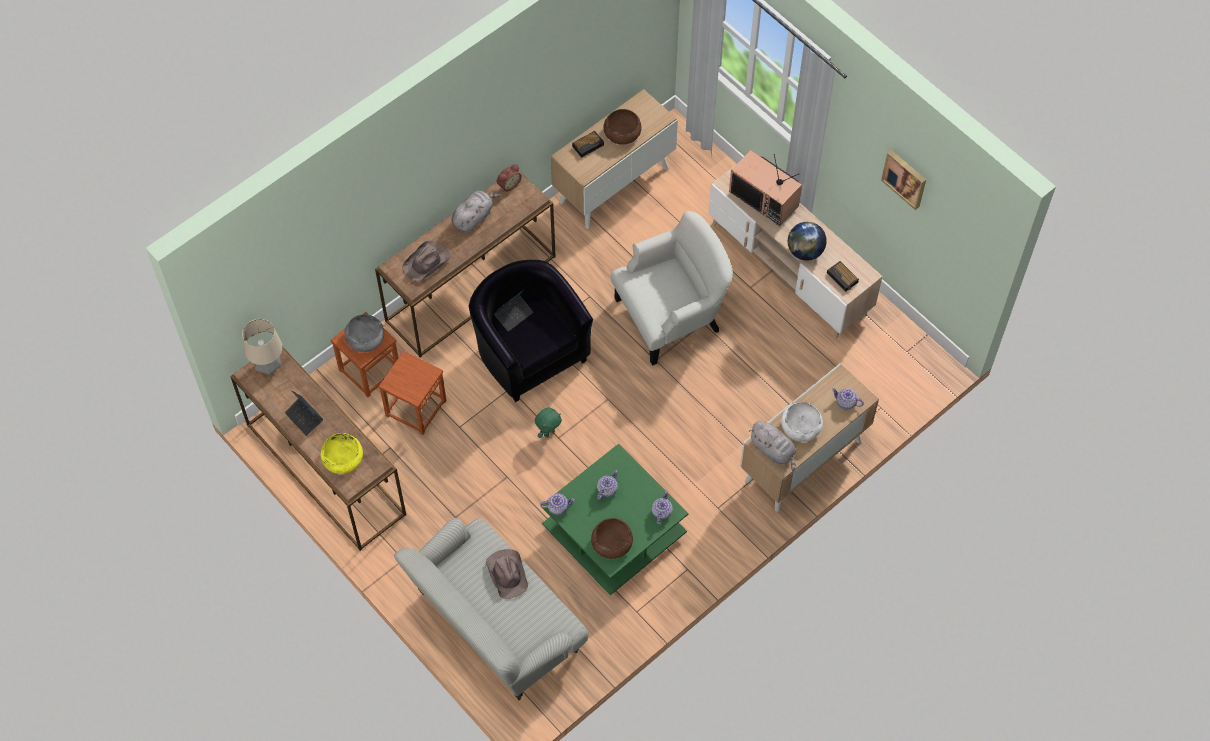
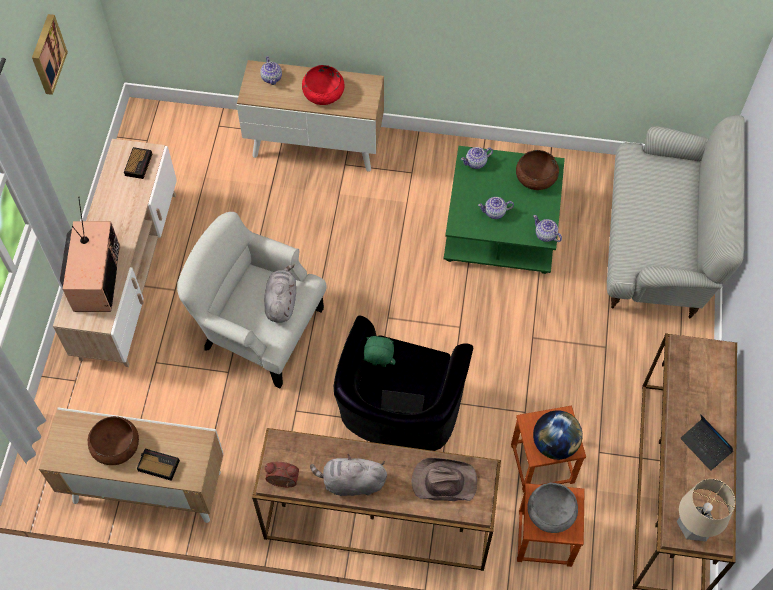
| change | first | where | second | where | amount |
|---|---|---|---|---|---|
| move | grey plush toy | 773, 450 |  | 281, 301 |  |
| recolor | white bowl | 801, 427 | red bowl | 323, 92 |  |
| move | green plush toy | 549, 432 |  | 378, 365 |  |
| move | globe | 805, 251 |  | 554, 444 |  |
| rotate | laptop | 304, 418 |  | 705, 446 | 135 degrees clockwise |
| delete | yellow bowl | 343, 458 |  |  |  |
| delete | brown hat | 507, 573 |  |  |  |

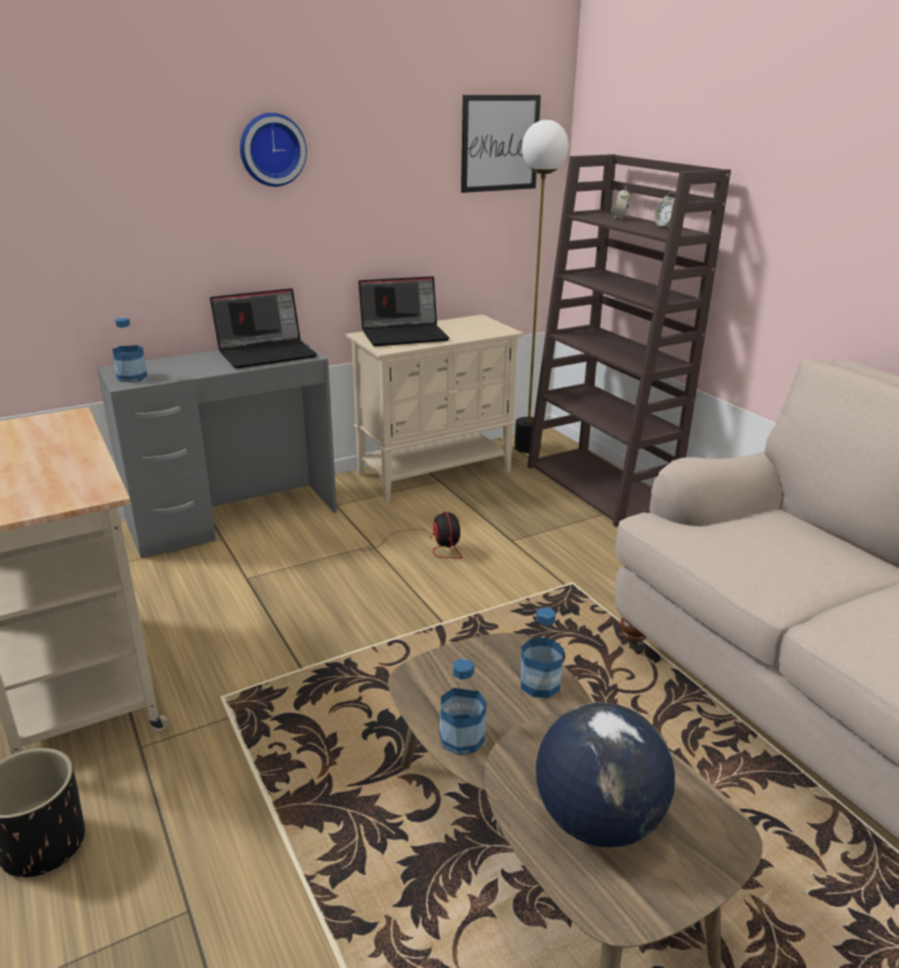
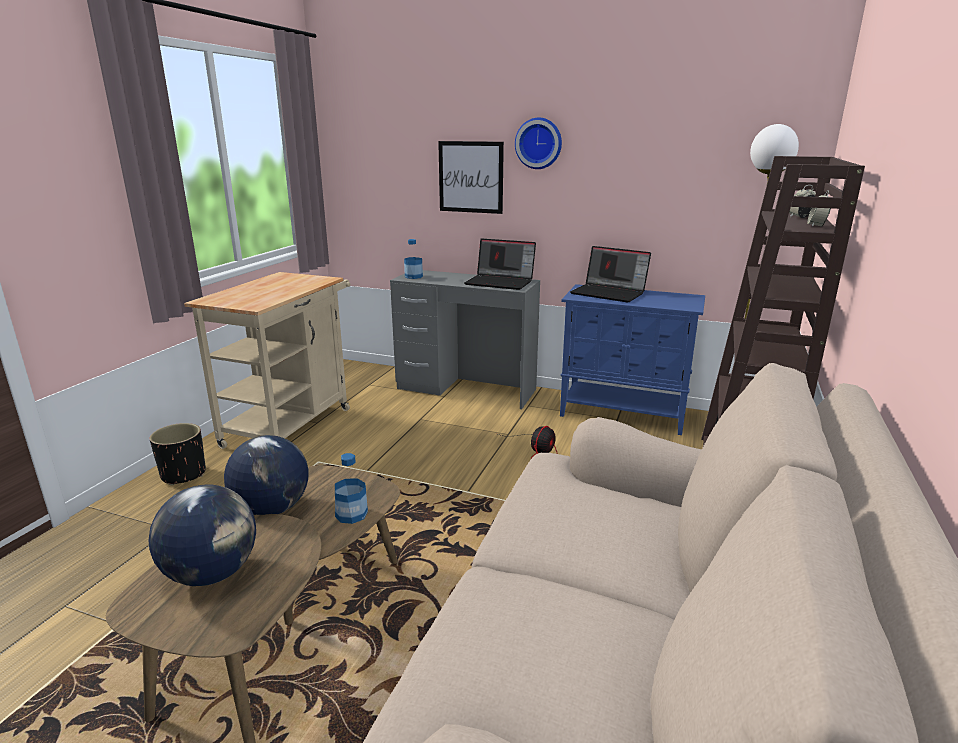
| change | first | where | second | where | amount |
|---|---|---|---|---|---|
| replace | bottle | 461, 738 | globe | 271, 509 |  |
| move | picture | 500, 143 |  | 471, 177 |  |
| recolor | beige cabinet | 435, 472 | blue cabinet | 624, 414 |  |

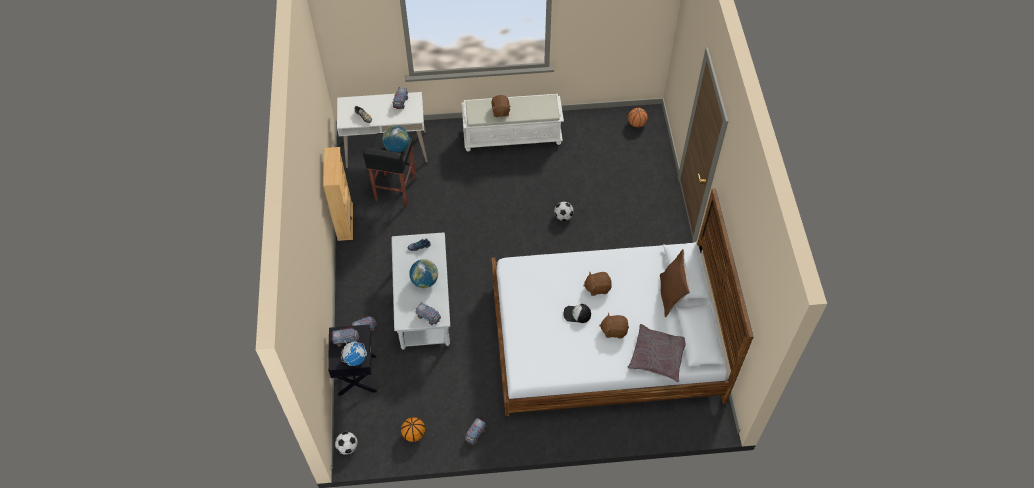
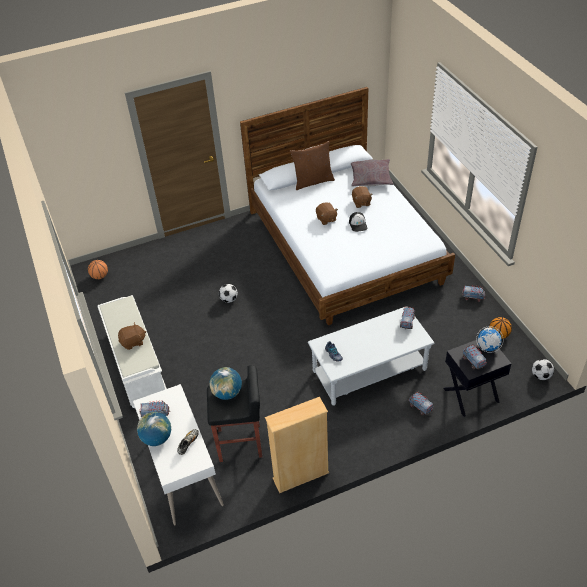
| change | first | where | second | where | amount |
|---|---|---|---|---|---|
| move | globe | 424, 281 |  | 157, 438 |  |

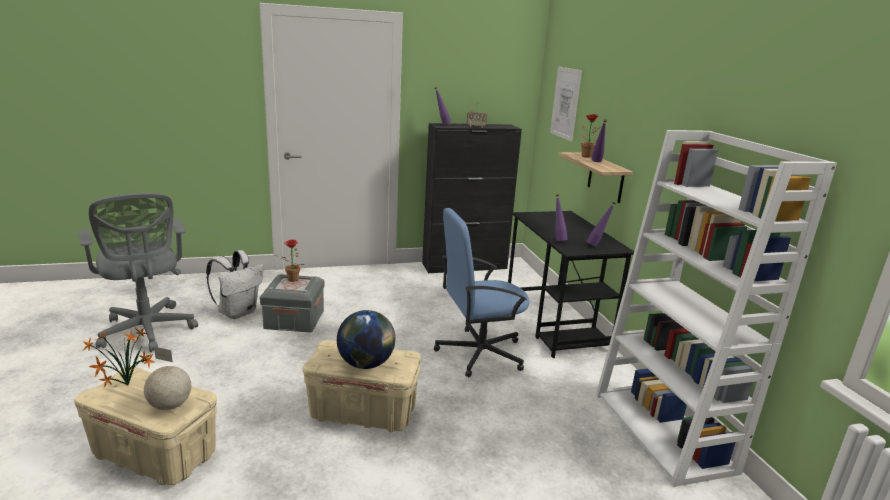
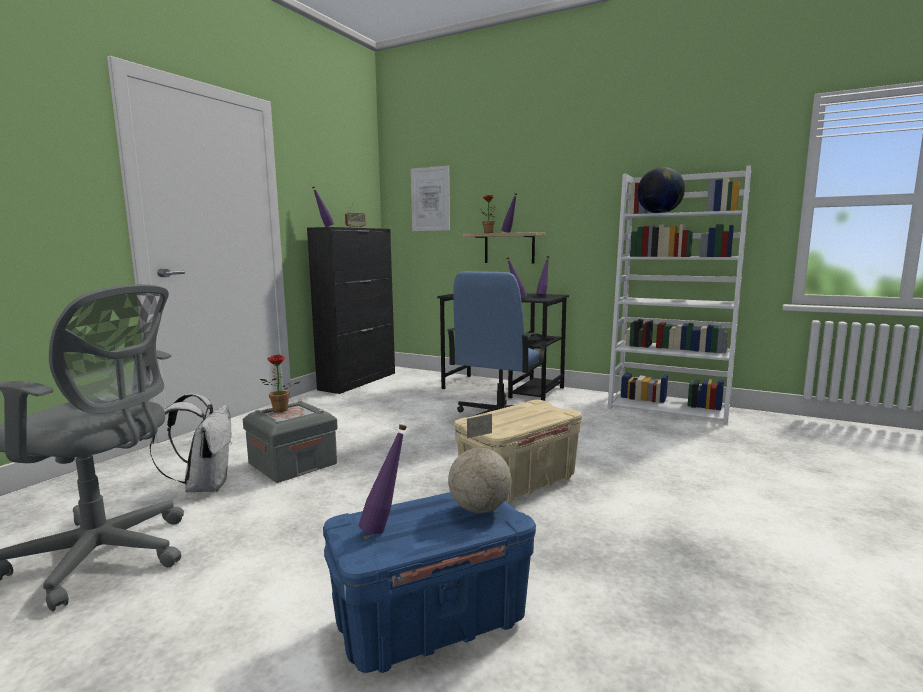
| change | first | where | second | where | amount |
|---|---|---|---|---|---|
| recolor | beige storage box | 156, 454 | blue storage box | 432, 621 |  |
| replace | potted plant | 125, 386 | purple bottle | 385, 528 |  |
| move | globe | 366, 364 |  | 659, 213 |  |

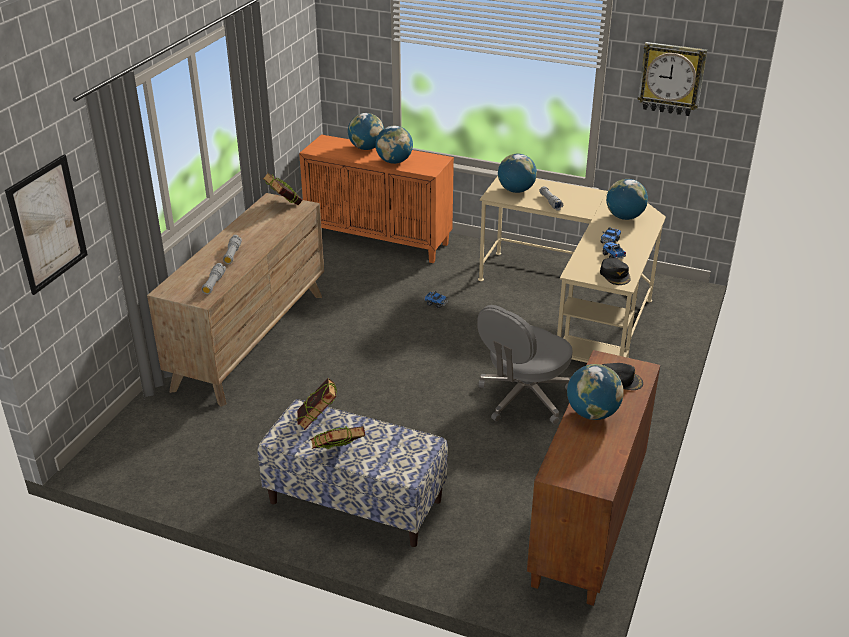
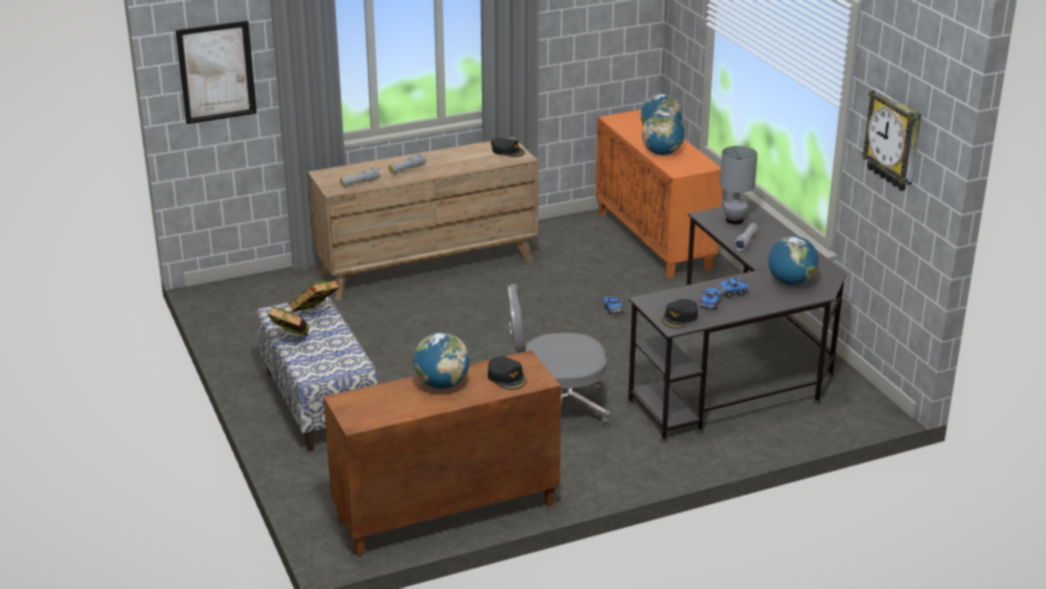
| change | first | where | second | where | amount |
|---|---|---|---|---|---|
| replace | book | 284, 205 | black cap | 507, 151 |  |
| recolor | beige desk | 577, 304 | black desk | 739, 370 |  |
| replace | globe | 516, 190 | grey table lamp | 734, 220 |  |

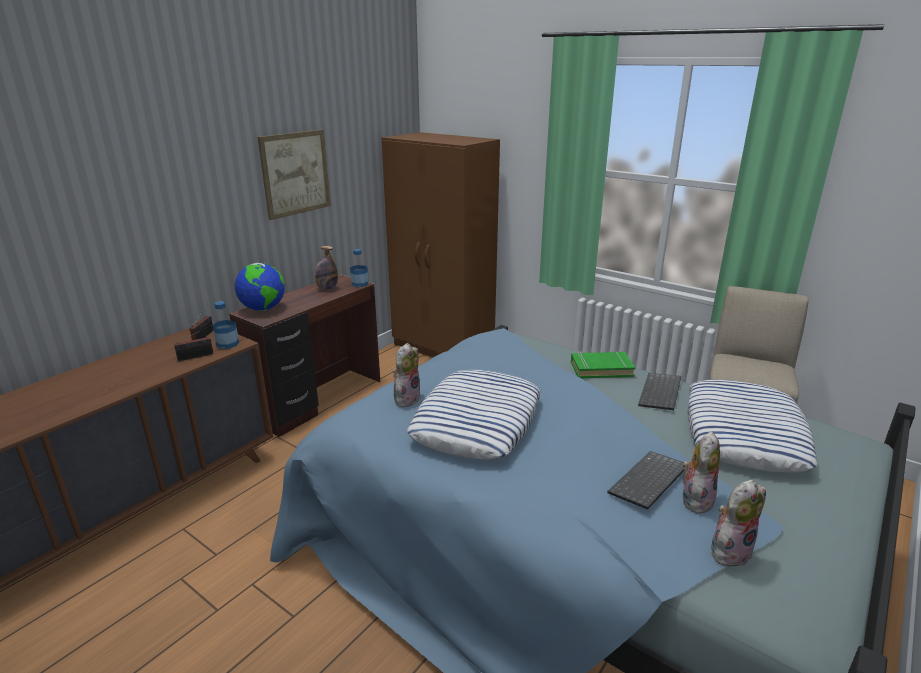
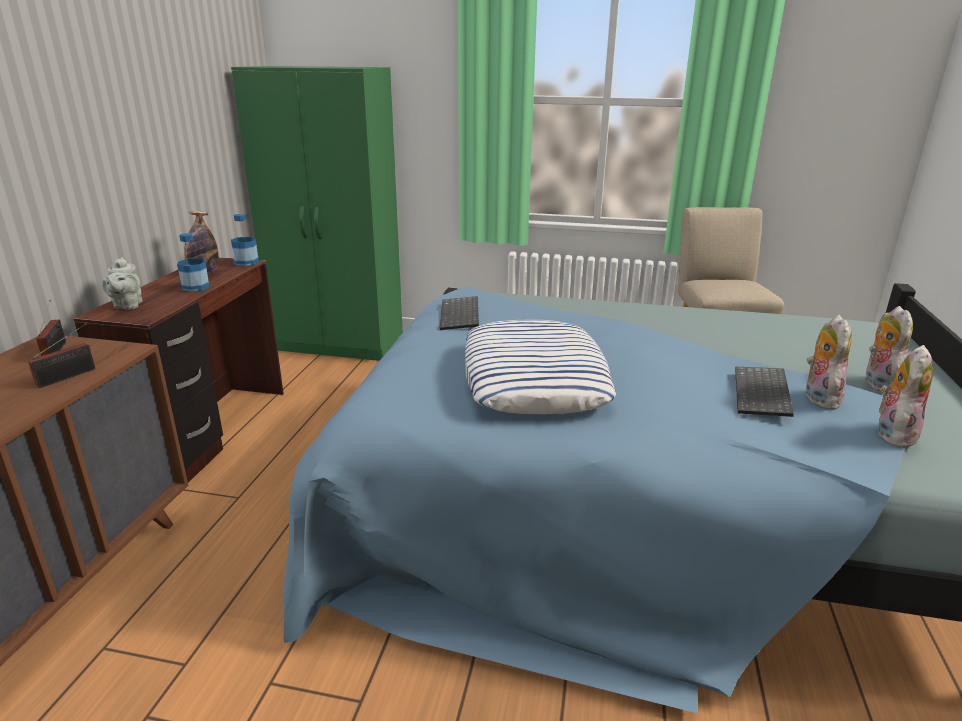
| change | first | where | second | where | amount |
|---|---|---|---|---|---|
| replace | globe | 263, 309 | grey teapot | 127, 306 |  |
| move | bottle | 227, 344 |  | 195, 287 |  |
| recolor | brown wardrobe | 443, 348 | green wardrobe | 339, 344 |  |
| move | keyboard | 661, 393 |  | 461, 315 |  |
| move | plush toy | 406, 398 |  | 877, 384 |  |
| delete | picture | 295, 173 |  |  |  |
| delete | green book | 601, 369 |  |  |  |
| delete | pillow | 743, 433 |  |  |  |

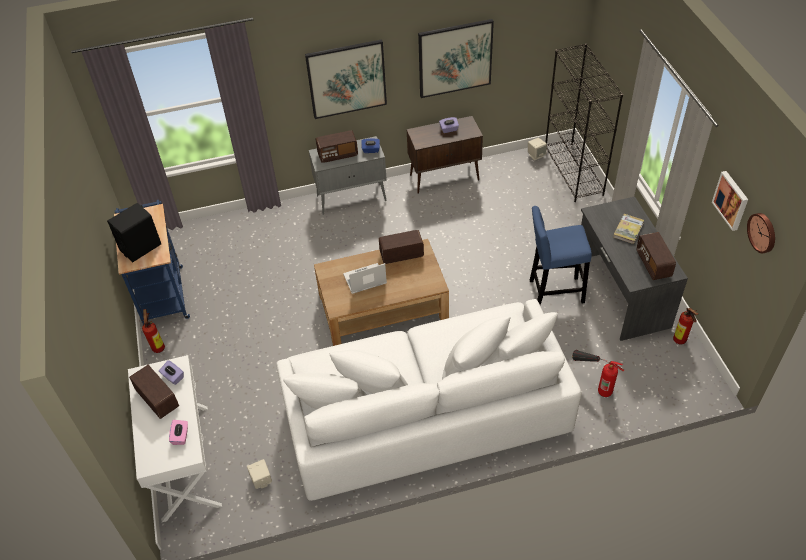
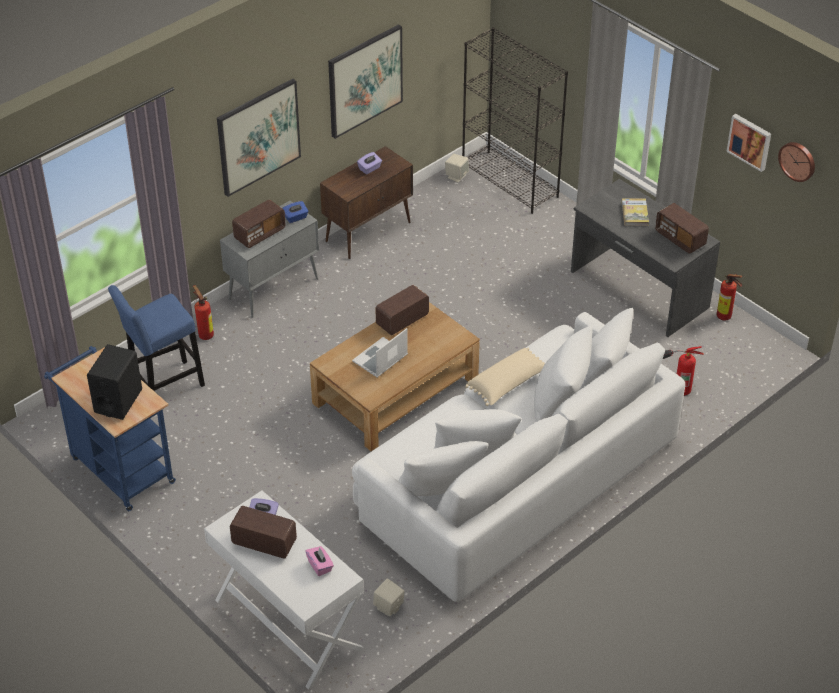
| change | first | where | second | where | amount |
|---|---|---|---|---|---|
| move | blue stool | 553, 292 |  | 163, 385 |  |
| move | fire extinguisher | 159, 346 |  | 205, 334 |  |
| insert |  |  | beige pillow | 508, 384 |  |

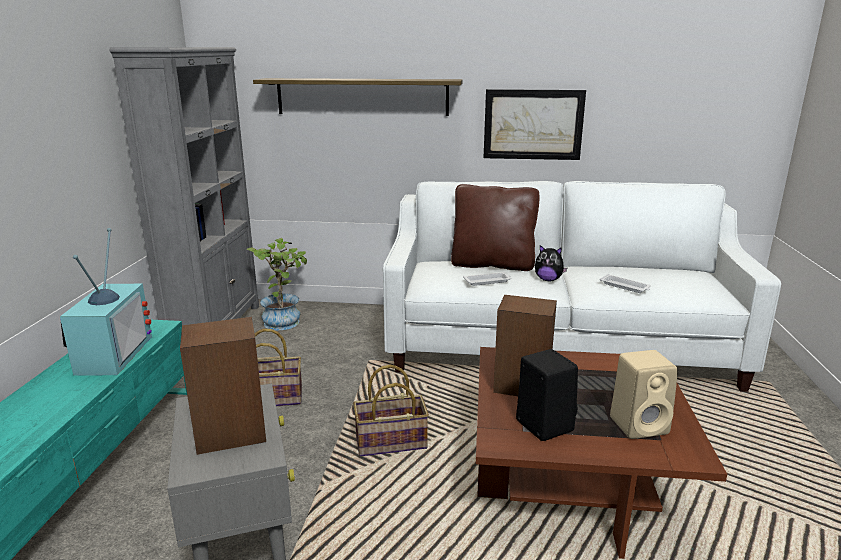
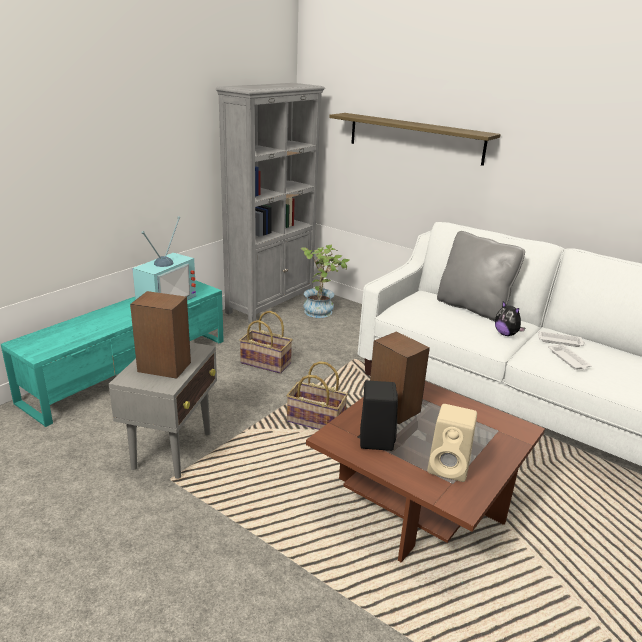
| change | first | where | second | where | amount |
|---|---|---|---|---|---|
| recolor | brown pillow | 492, 264 | grey pillow | 473, 308 |  |
| move | white tray | 488, 281 |  | 560, 341 |  |
| delete | picture | 533, 124 |  |  |  |

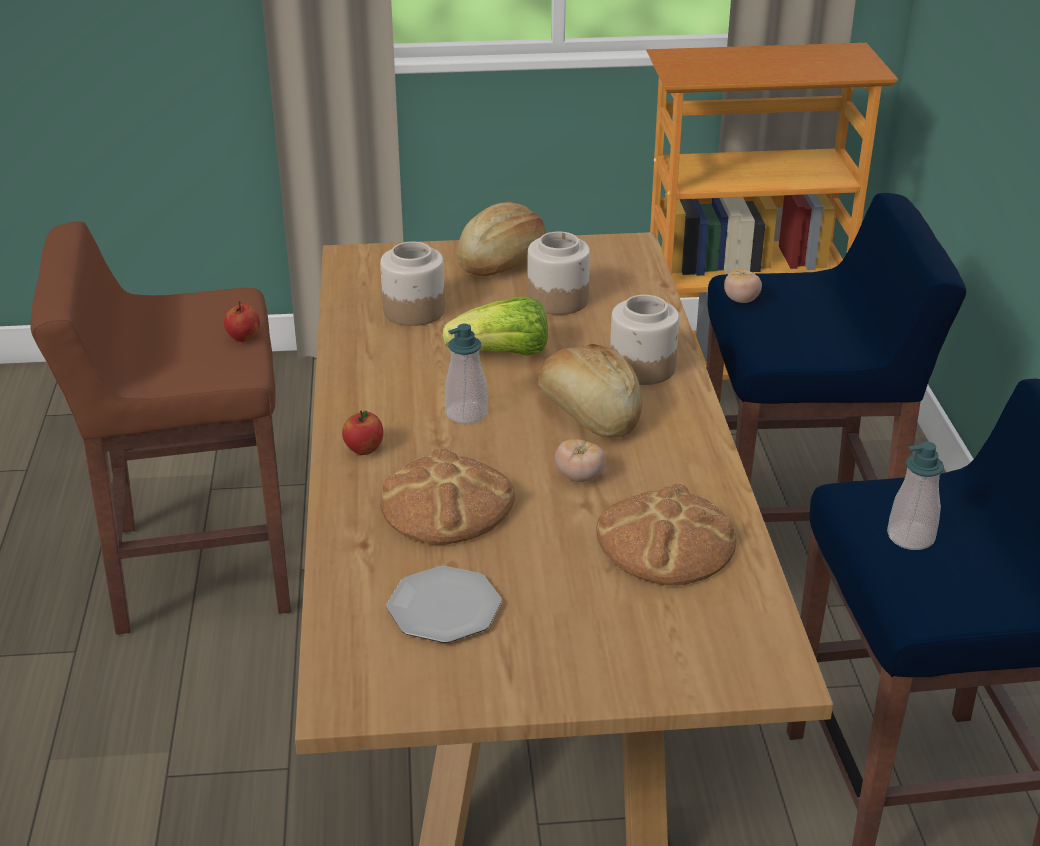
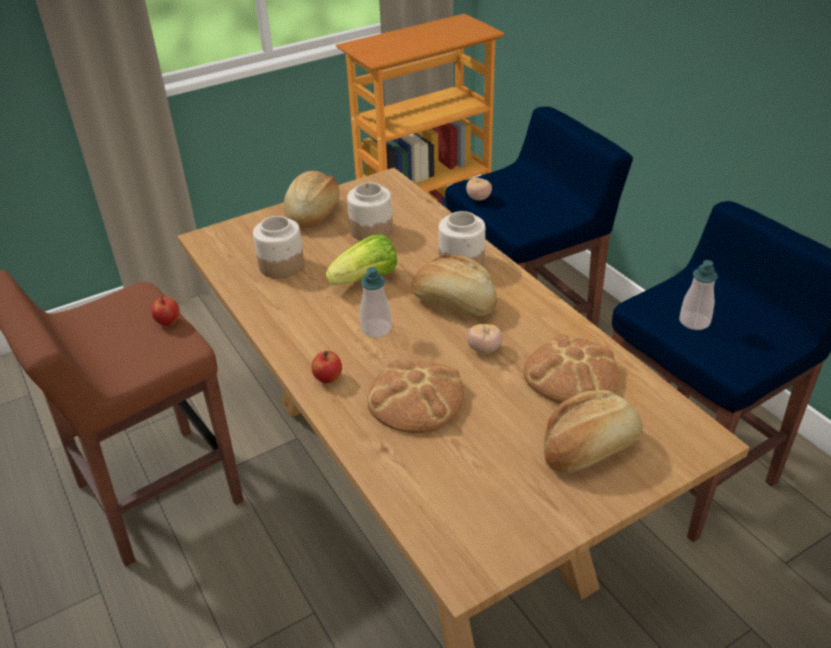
| change | first | where | second | where | amount |
|---|---|---|---|---|---|
| insert |  |  | bread | 589, 449 |  |
| delete | plate | 444, 607 |  |  |  |

